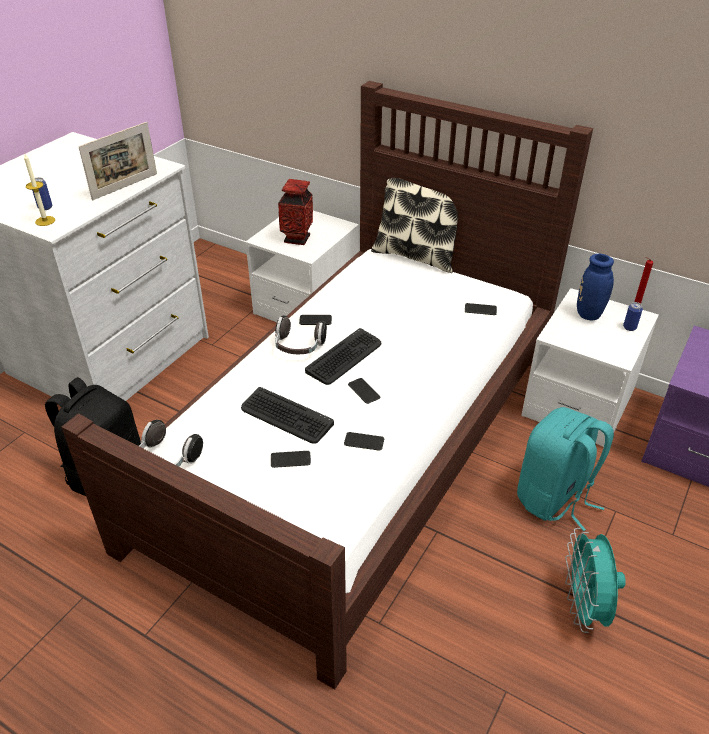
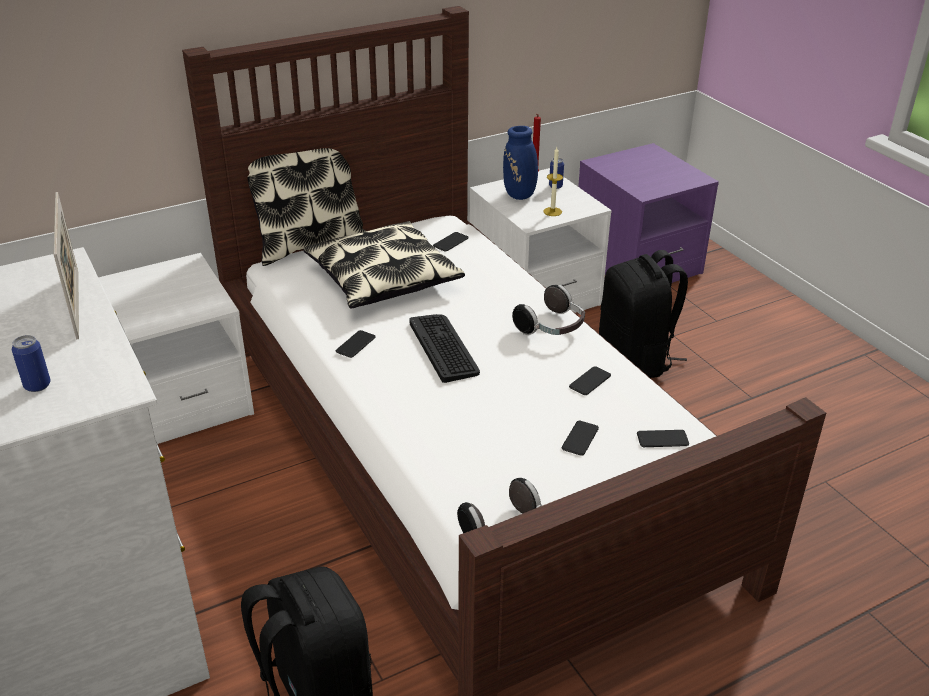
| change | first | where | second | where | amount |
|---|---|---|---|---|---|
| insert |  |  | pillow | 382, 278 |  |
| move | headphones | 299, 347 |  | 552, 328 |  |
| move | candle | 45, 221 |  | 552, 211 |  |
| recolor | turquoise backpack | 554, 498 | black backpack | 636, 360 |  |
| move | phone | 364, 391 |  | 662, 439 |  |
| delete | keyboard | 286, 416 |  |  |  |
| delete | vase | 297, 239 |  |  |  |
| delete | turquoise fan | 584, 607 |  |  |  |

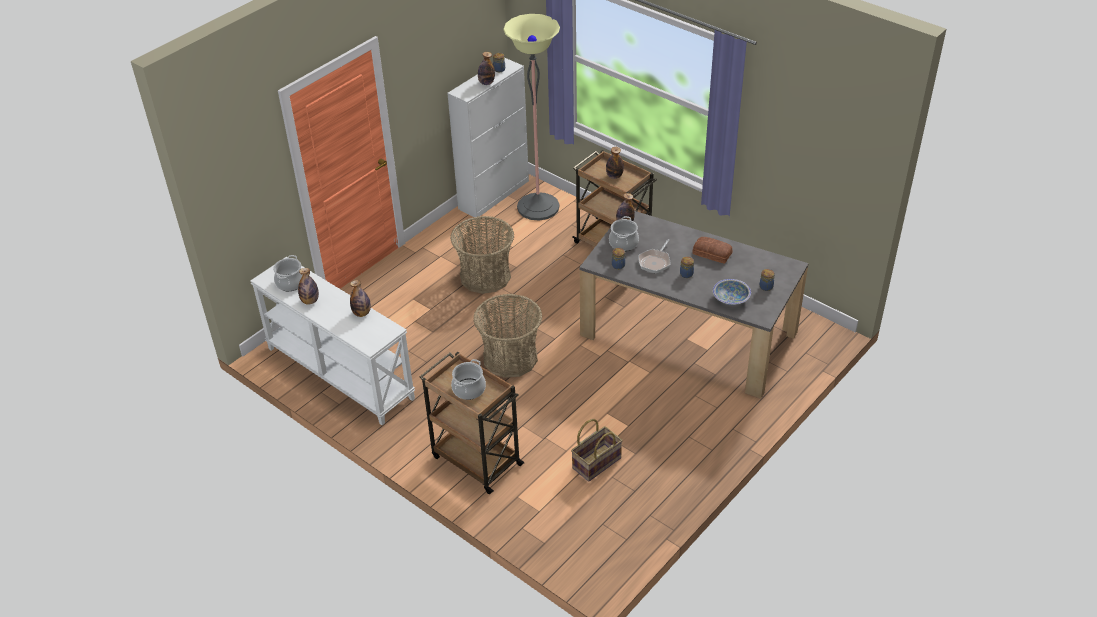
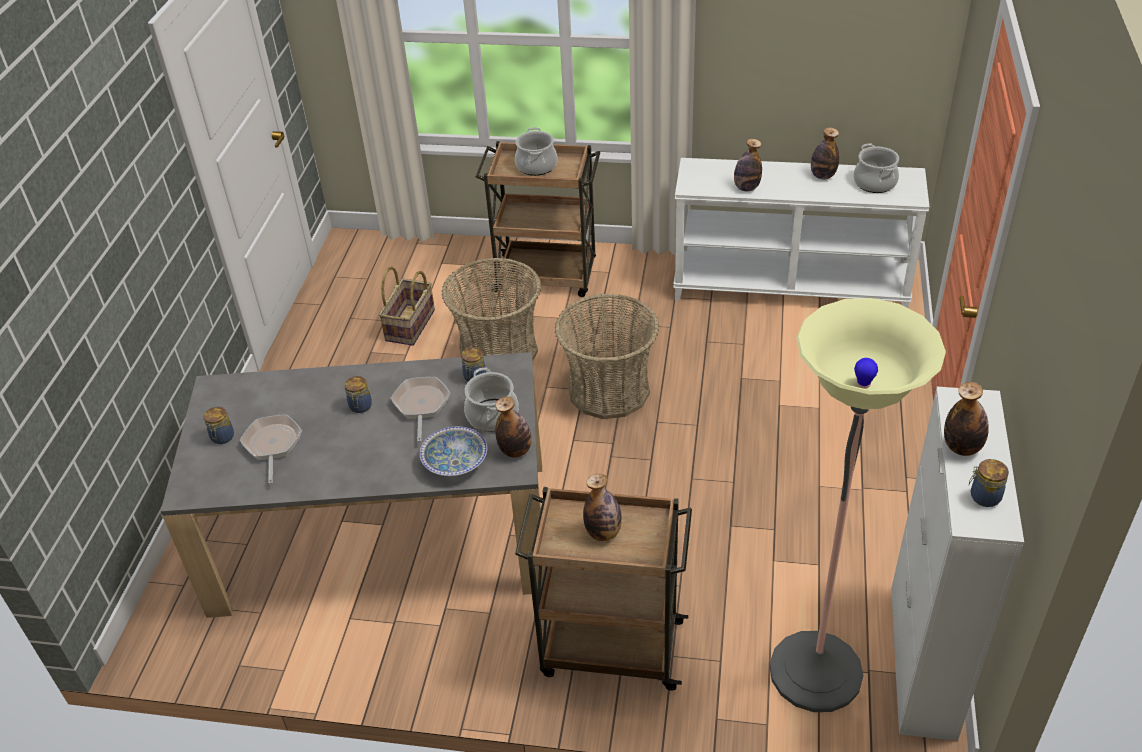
| change | first | where | second | where | amount |
|---|---|---|---|---|---|
| insert |  |  | frying pan | 272, 445 |  |
| move | bowl | 731, 299 |  | 455, 463 |  |
| move | basket | 485, 276 |  | 498, 351 |  |
| delete | bread | 712, 254 |  |  |  |

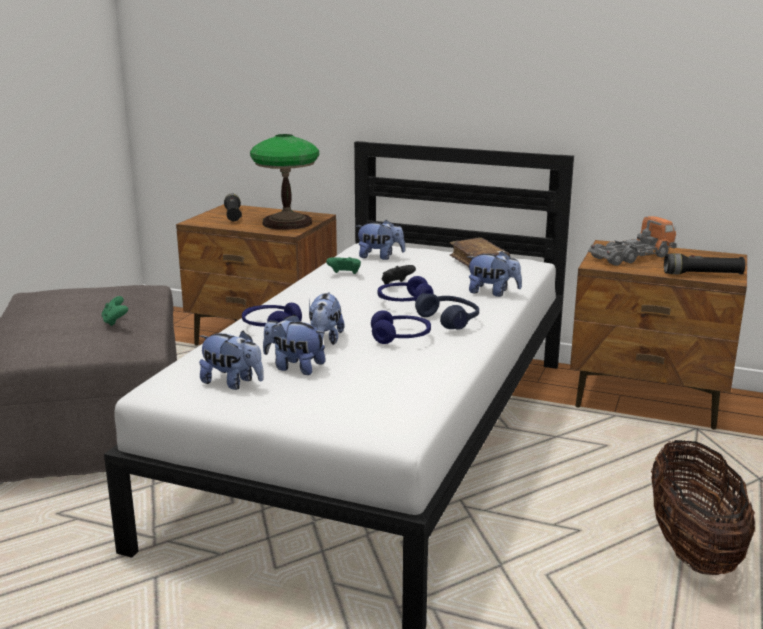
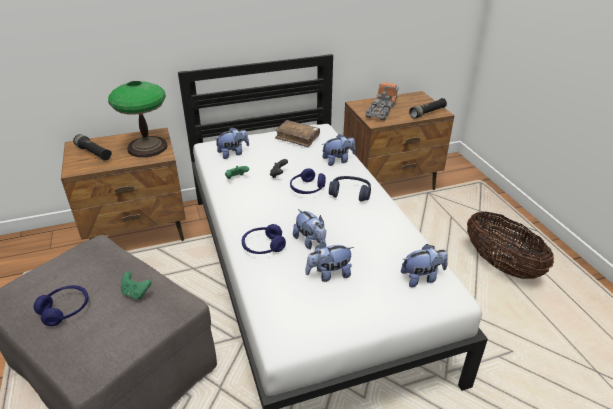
| change | first | where | second | where | amount |
|---|---|---|---|---|---|
| move | blue headphones | 401, 337 |  | 65, 309 |  |
| move | plush toy | 232, 383 |  | 422, 278 |  |

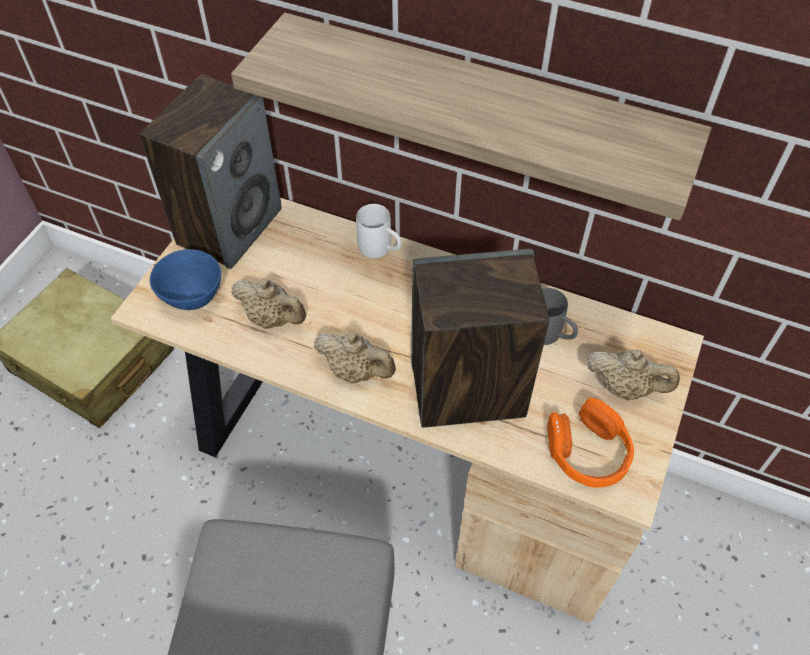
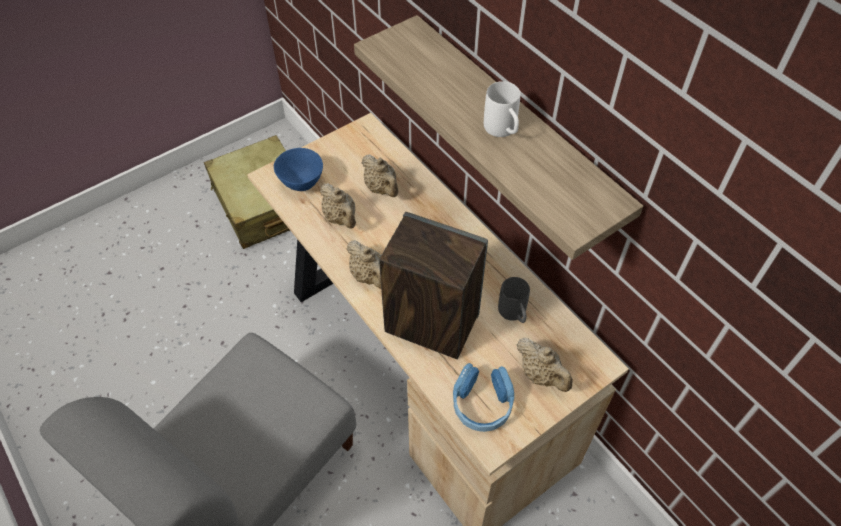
| change | first | where | second | where | amount |
|---|---|---|---|---|---|
| insert |  |  | beige teapot | 382, 188 |  |
| recolor | orange headphones | 587, 452 | blue headphones | 482, 403 |  |
| move | white mug | 381, 250 |  | 503, 131 |  |
| delete | speaker | 229, 226 |  |  |  |

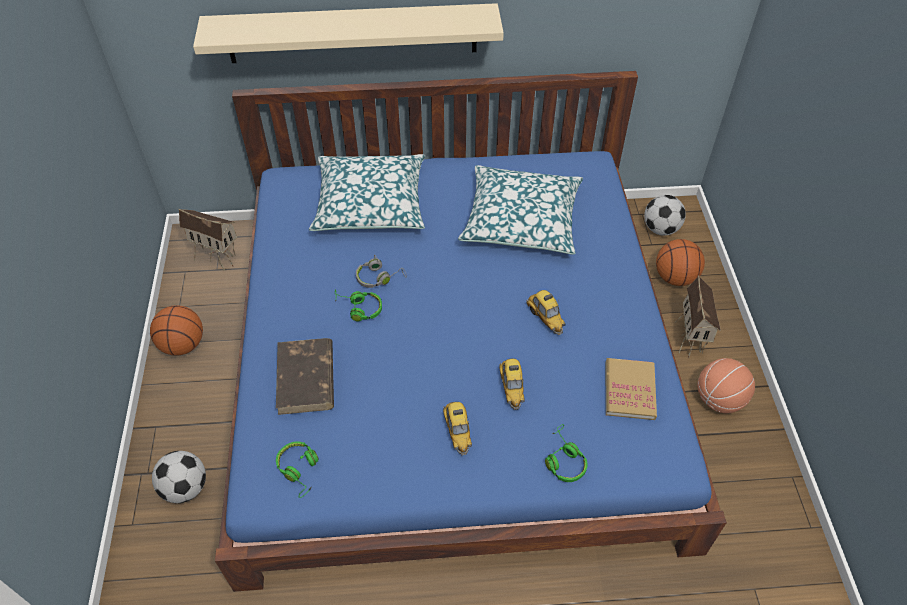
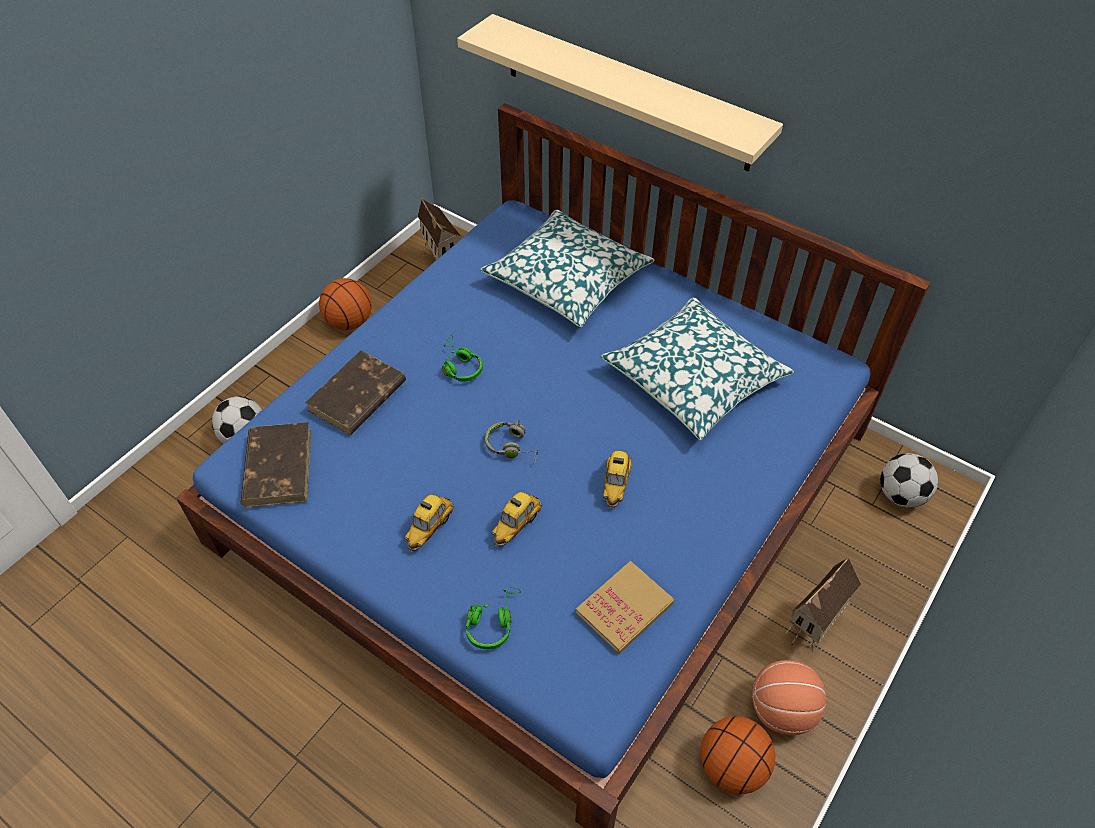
| change | first | where | second | where | amount |
|---|---|---|---|---|---|
| replace | green headphones | 300, 470 | brown book | 278, 467 |  |
| move | grey headphones | 379, 277 |  | 512, 447 |  |
| move | basketball | 675, 277 |  | 731, 766 |  |

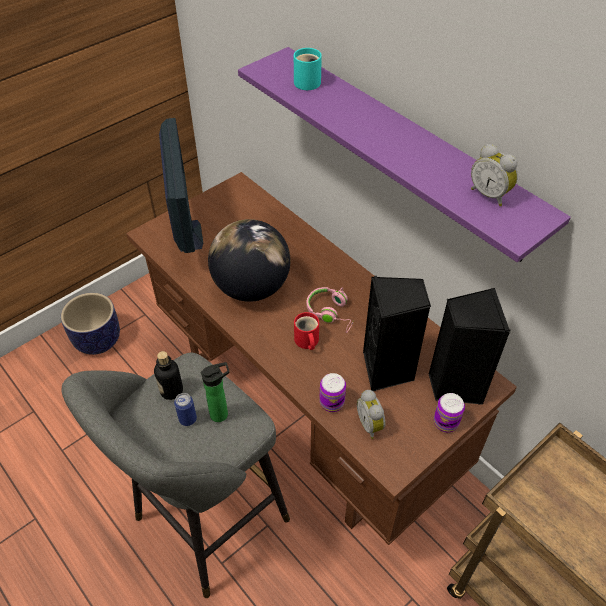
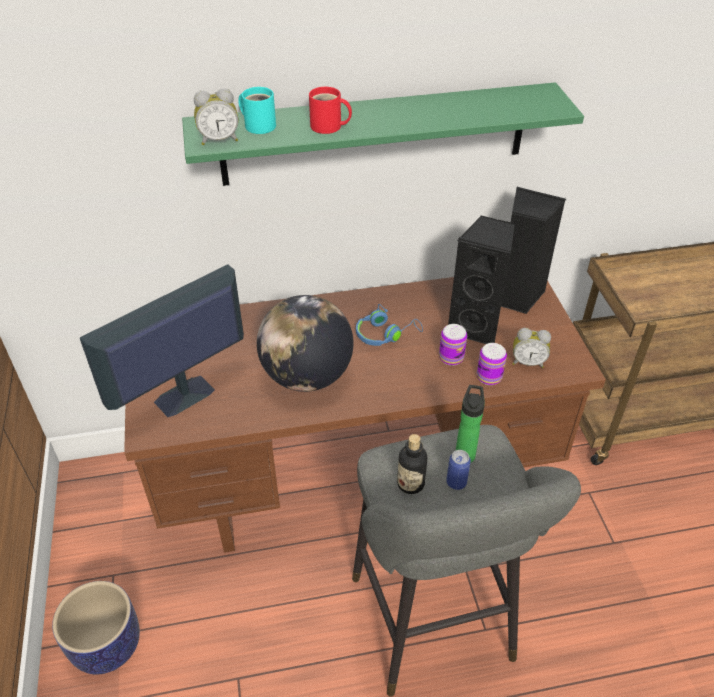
| change | first | where | second | where | amount |
|---|---|---|---|---|---|
| rotate | monitor | 189, 234 |  | 183, 396 | 60 degrees counterclockwise |
| recolor | purple shelf | 406, 151 | green shelf | 374, 134 |  |
| move | alarm clock | 490, 194 |  | 219, 140 |  |
| move | red mug | 306, 341 |  | 328, 127 |  |
| recolor | pink headphones | 331, 313 | blue headphones | 385, 334 |  |
| move | can | 445, 422 |  | 451, 357 |  |

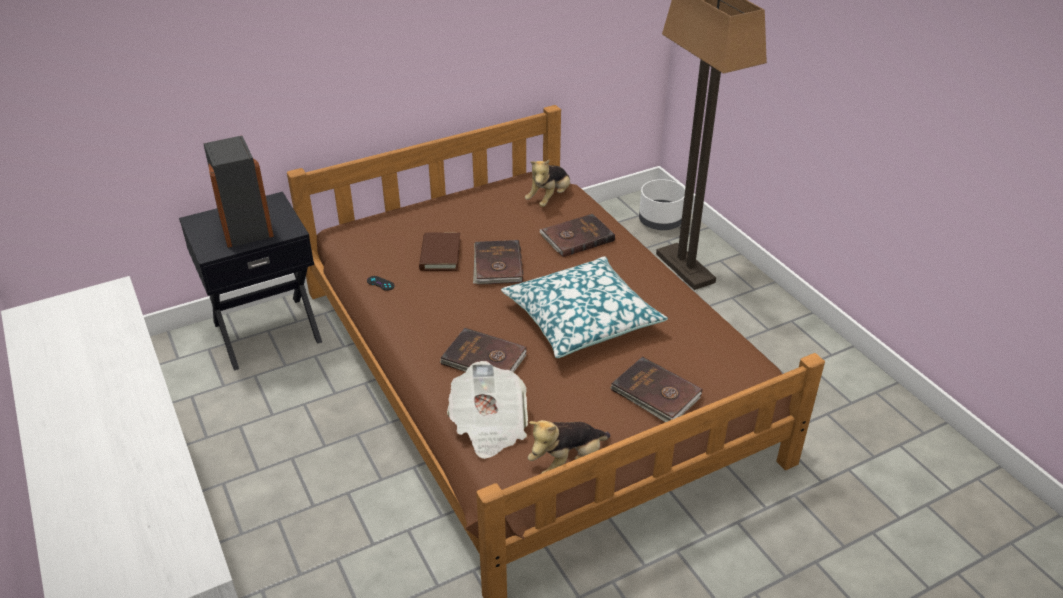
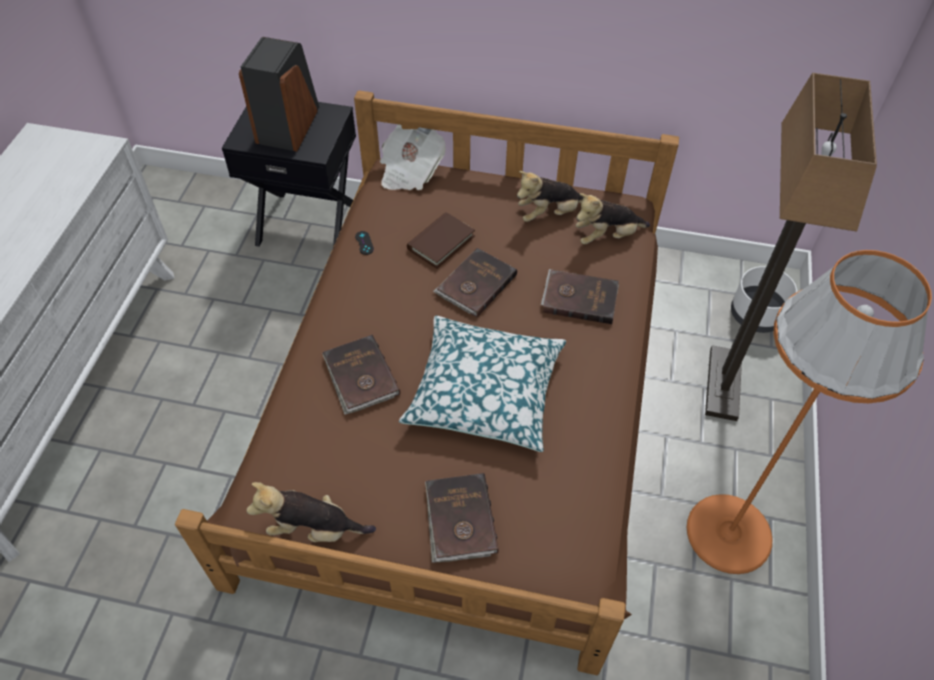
| change | first | where | second | where | amount |
|---|---|---|---|---|---|
| move | newspaper | 489, 426 |  | 410, 171 |  |
| insert |  |  | plush toy | 549, 214 |  |
| insert |  |  | orange floor lamp | 729, 533 |  |

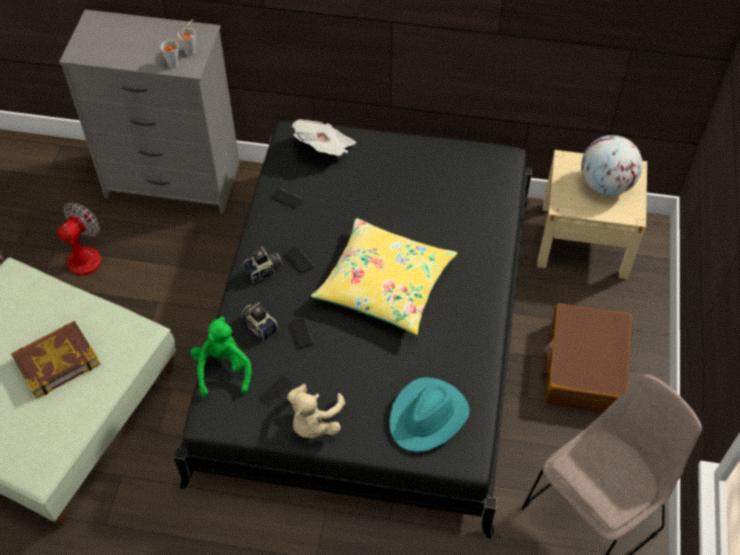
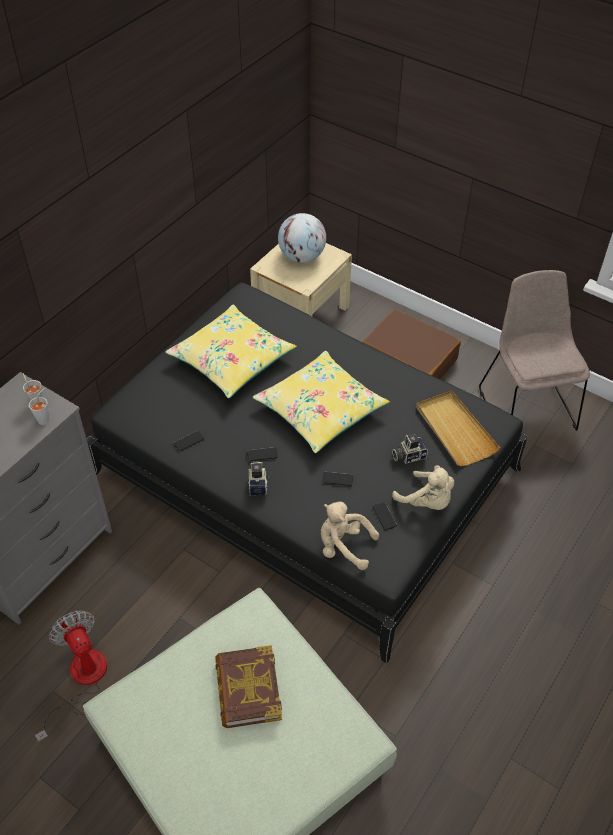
| change | first | where | second | where | amount |
|---|---|---|---|---|---|
| insert |  |  | yellow pillow | 231, 359 |  |
| recolor | green plush toy | 223, 369 | beige plush toy | 343, 546 |  |
| move | photo camera | 260, 325 |  | 408, 455 |  |
| replace | turquoise hat | 428, 417 | beige tray | 455, 430 |  |
| delete | newspaper | 325, 148 |  |  |  |

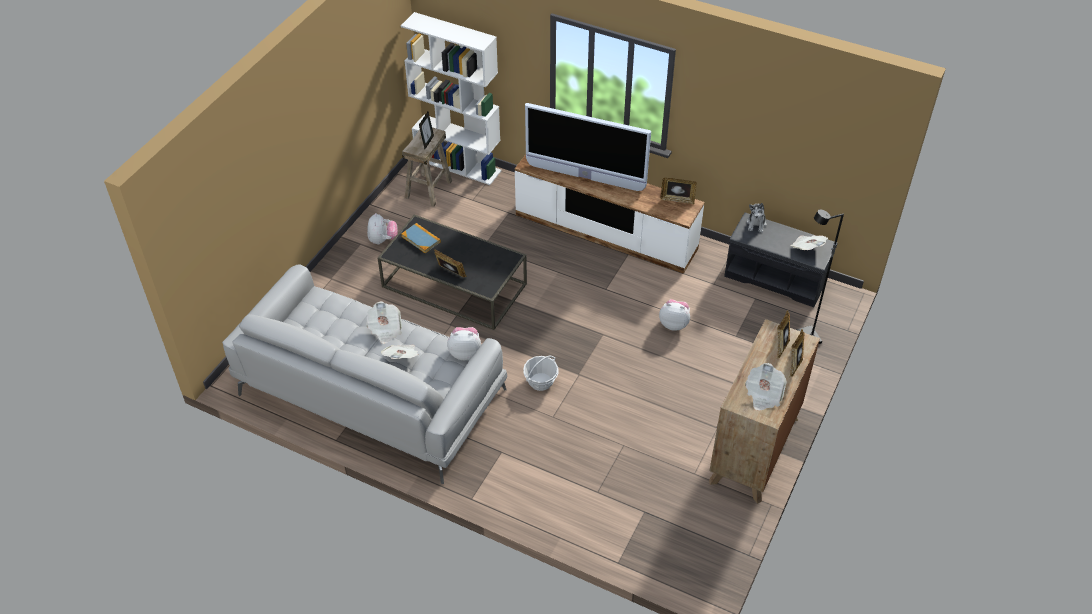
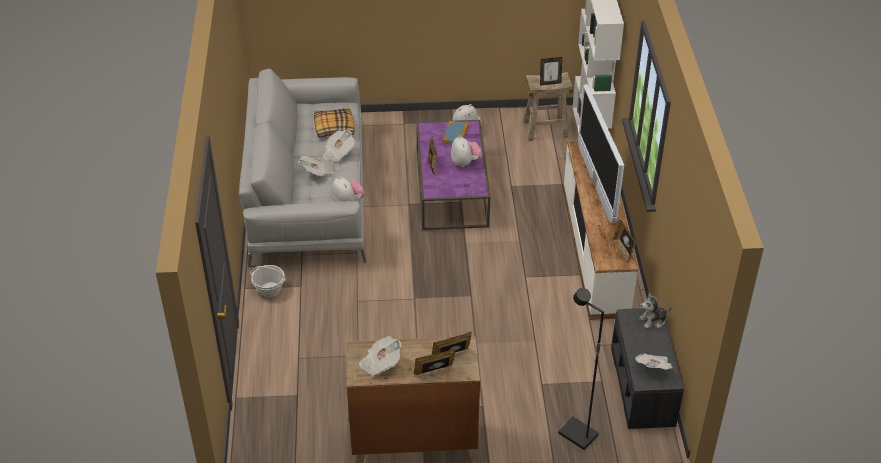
| change | first | where | second | where | amount |
|---|---|---|---|---|---|
| move | basket | 540, 381 |  | 269, 289 |  |
| insert |  |  | pillow | 334, 127 |  |
| recolor | black coffee table | 454, 286 | purple coffee table | 451, 188 |  |
| move | plush toy | 674, 323 |  | 465, 163 |  |

